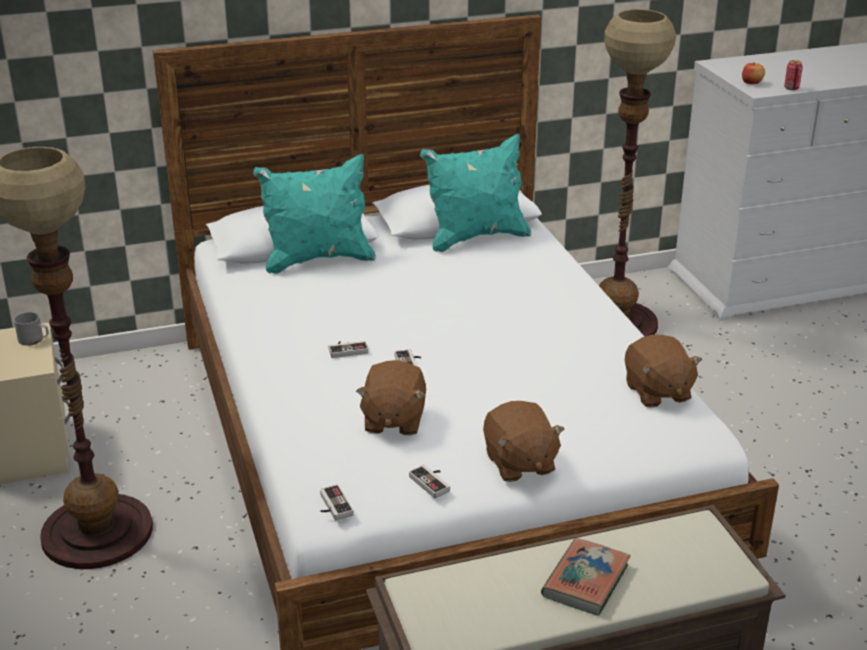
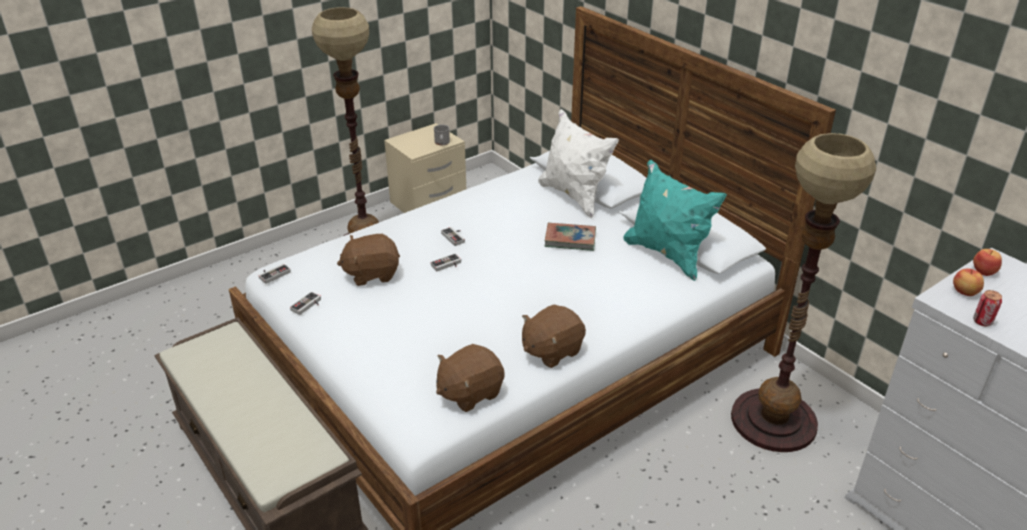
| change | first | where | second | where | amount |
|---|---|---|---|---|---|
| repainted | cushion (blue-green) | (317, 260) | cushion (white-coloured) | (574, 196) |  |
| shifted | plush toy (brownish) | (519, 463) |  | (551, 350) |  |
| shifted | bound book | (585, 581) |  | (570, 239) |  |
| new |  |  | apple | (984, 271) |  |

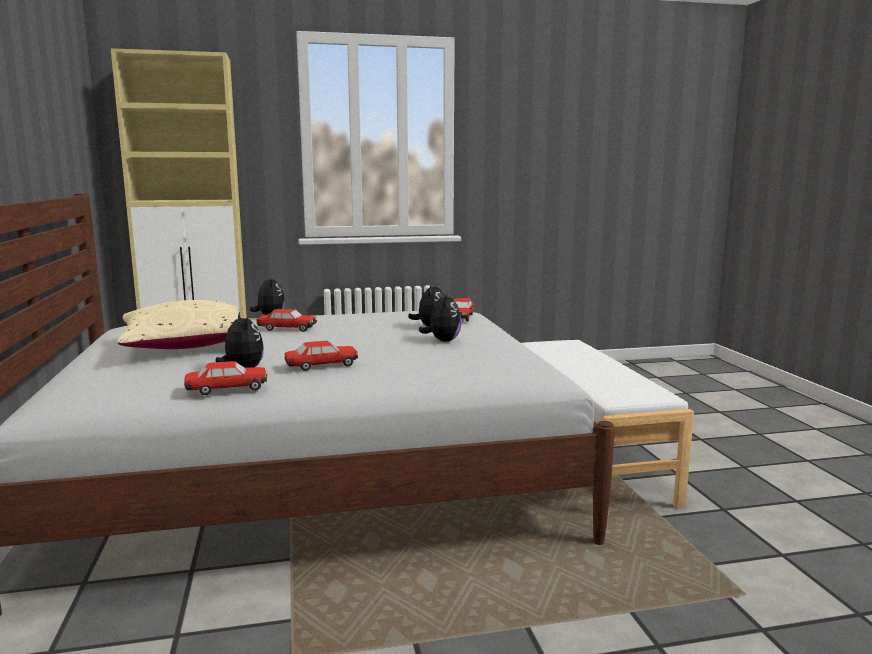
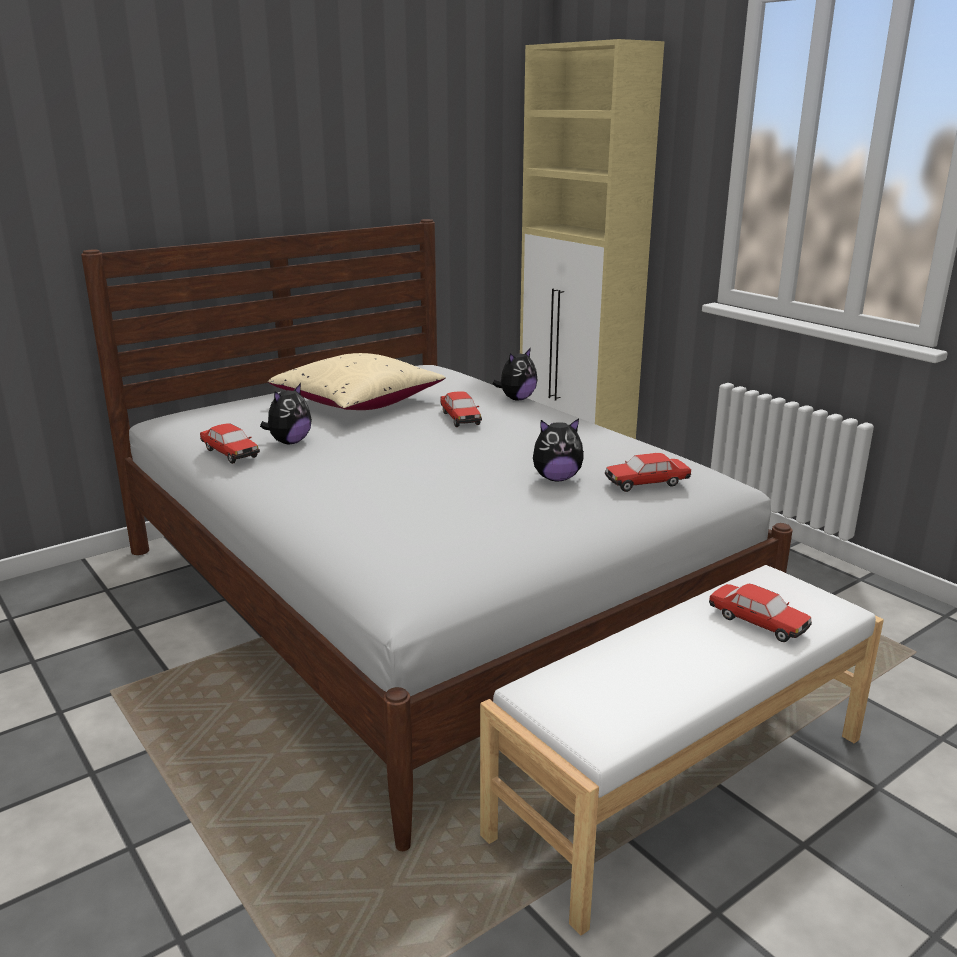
| change | first | where | second | where | amount |
|---|---|---|---|---|---|
| gone | plush toy | (443, 341) |  |  |  |
| shifted | miniature car | (321, 365) |  | (757, 622) |  |

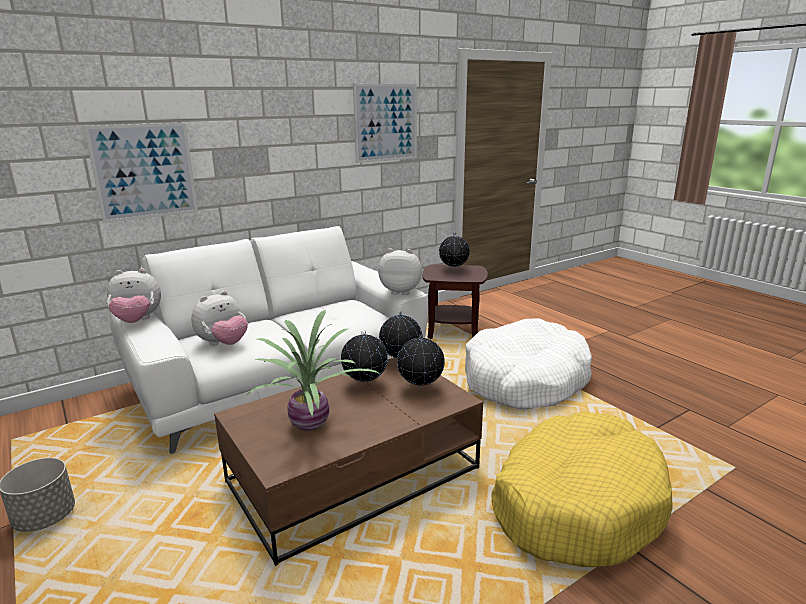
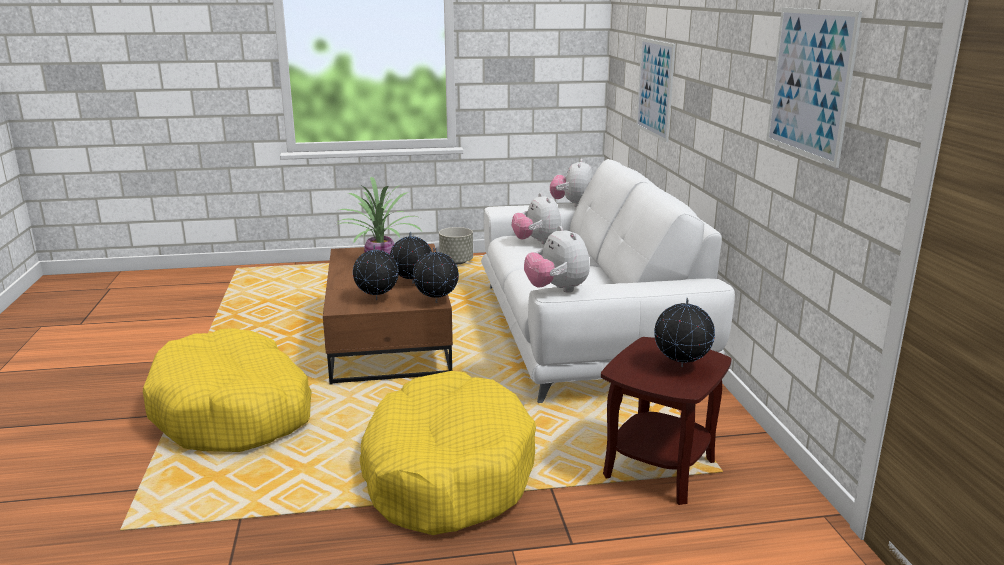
| change | first | where | second | where | amount |
|---|---|---|---|---|---|
| rotated | plush toy | (401, 291) |  | (557, 290) | 120 degrees clockwise |
| repainted | dog bed (white-coloured) | (525, 380) | dog bed (yellow-coloured) | (447, 472) |  |

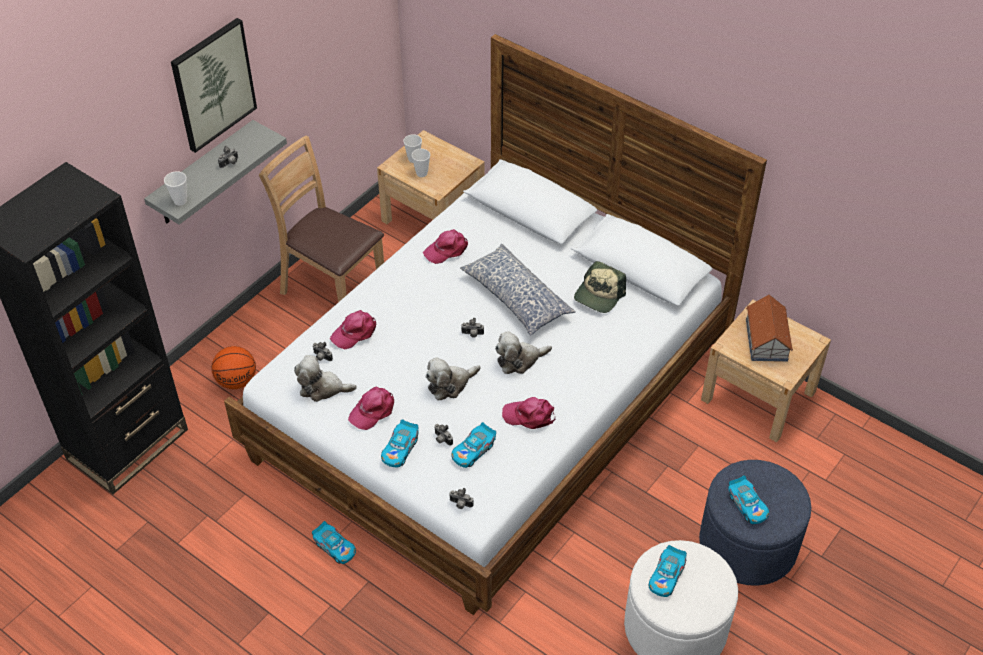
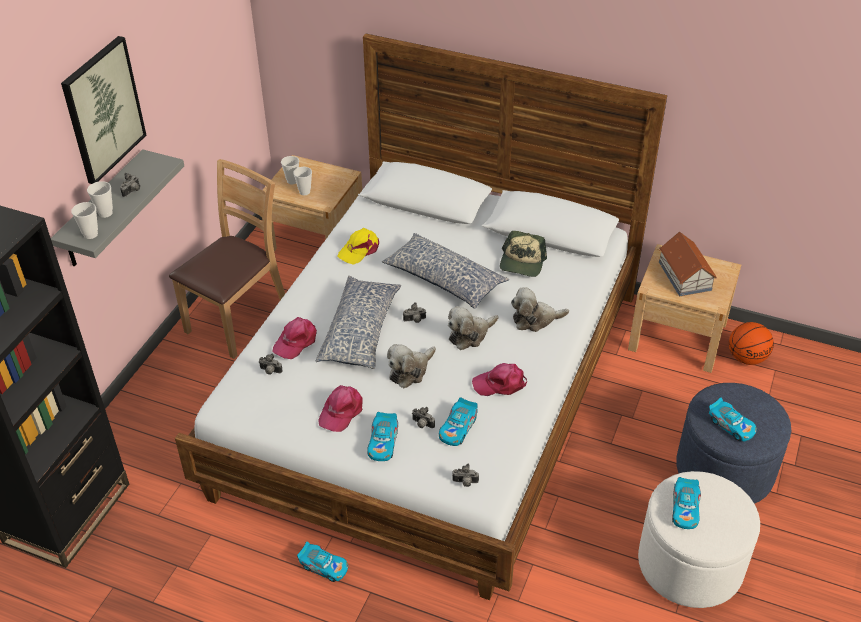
| change | first | where | second | where | amount |
|---|---|---|---|---|---|
| rotated | chair (brownish) | (332, 288) |  | (238, 320) | 105 degrees clockwise |
| repainted | peaked cap (pinkish) | (447, 250) | peaked cap (yellow-coloured) | (360, 250) |  |
| shifted | ball for basketball | (237, 381) |  | (747, 358) |  |
| shifted | plush toy | (322, 388) |  | (535, 319) |  |
| new |  |  | drinking cup | (105, 213) |  |
| new |  |  | cushion | (361, 331) |  |

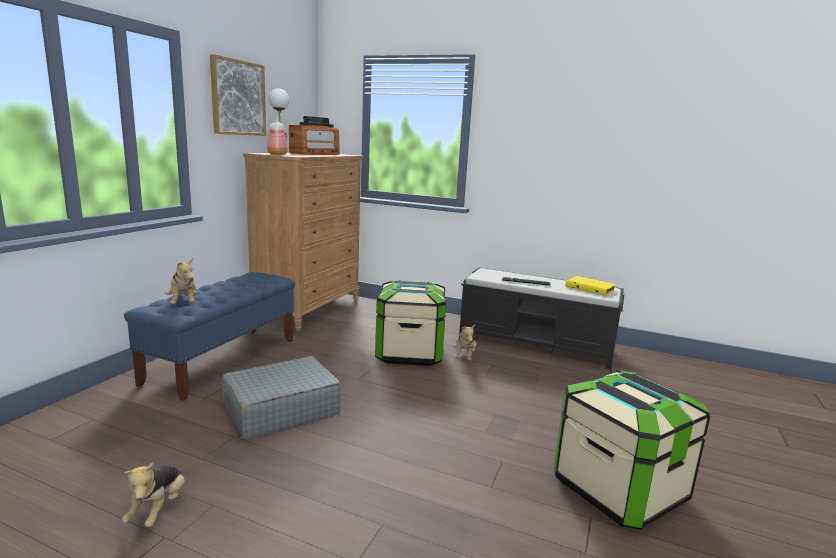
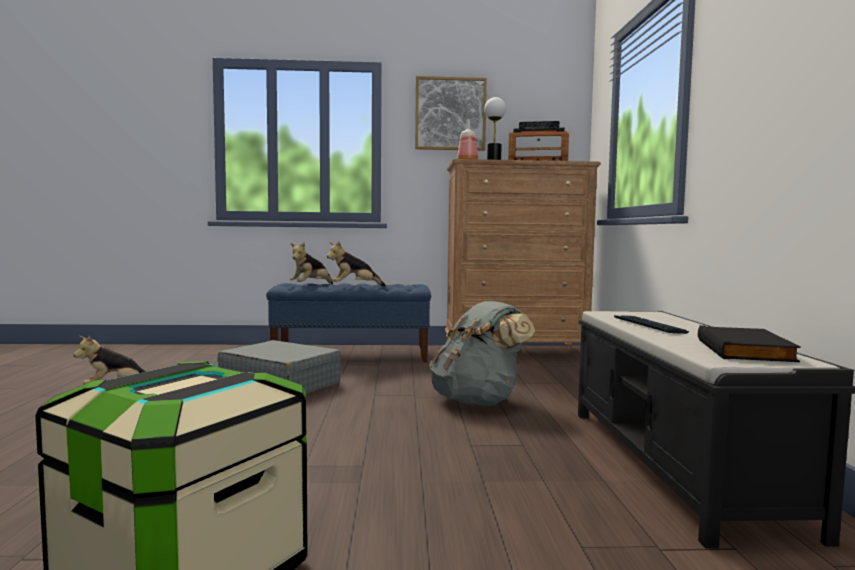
| change | first | where | second | where | amount |
|---|---|---|---|---|---|
| repainted | bound book (yellow-coloured) | (590, 288) | bound book (blackish) | (746, 350) |  |
| swapped | storage container | (409, 353) | knapsack (grey) | (478, 401) |  |
| shifted | plush toy | (464, 357) |  | (354, 287) |  |

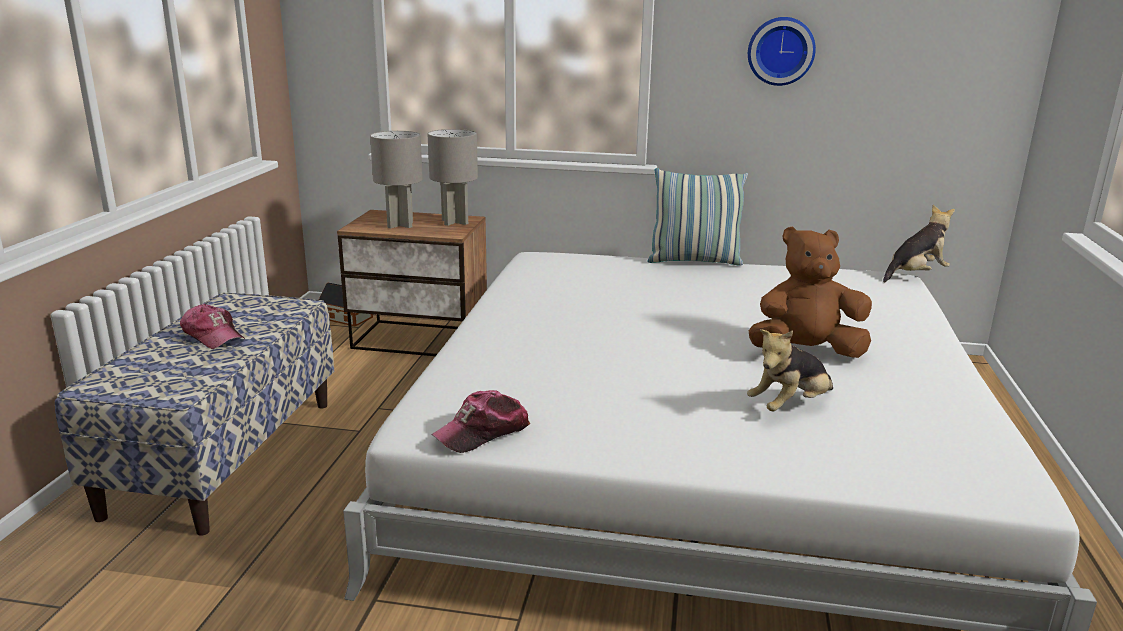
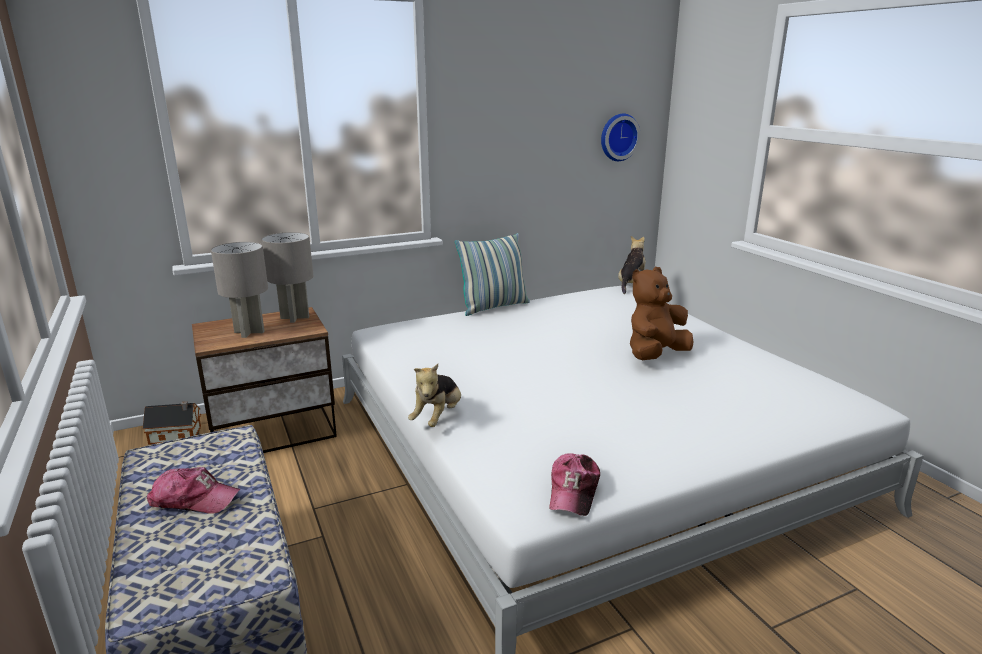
| change | first | where | second | where | amount |
|---|---|---|---|---|---|
| shifted | wall clock | (780, 51) |  | (618, 137) |  |
| shifted | plush toy | (790, 406) |  | (438, 417) |  |

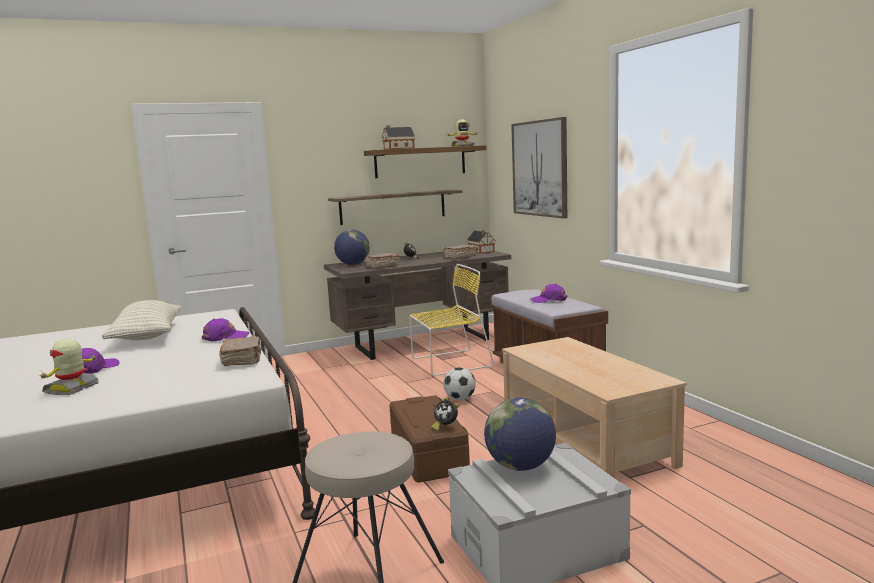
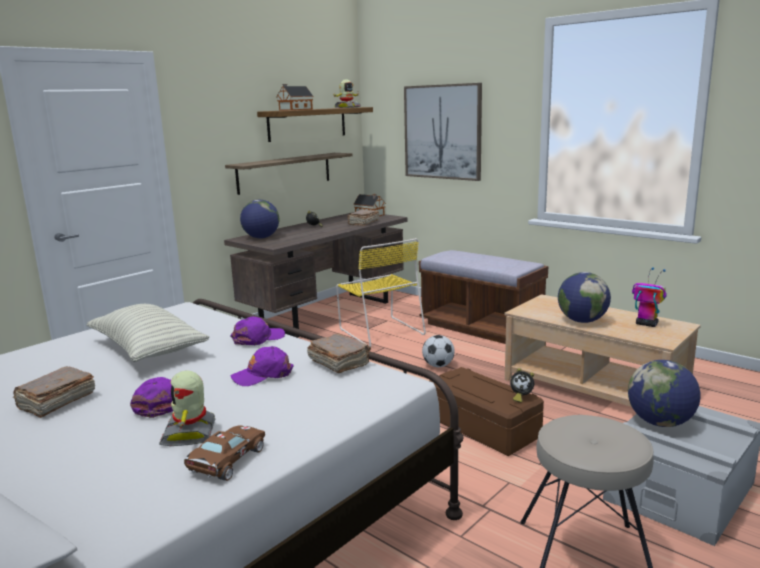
| change | first | where | second | where | amount |
|---|---|---|---|---|---|
| shifted | bound book (brownish) | (382, 266) |  | (56, 402) |  |
| rotated | chair (yellow-coloured) | (449, 363) |  | (380, 331) | 105 degrees clockwise |
| shifted | peaked cap (purple-coloured) | (549, 300) |  | (262, 375) |  |
| new |  |  | toy robot | (646, 324) |  |
| new |  |  | desk globe | (582, 321) |  |
| new |  |  | miniature car (brownish) | (226, 462) |  |

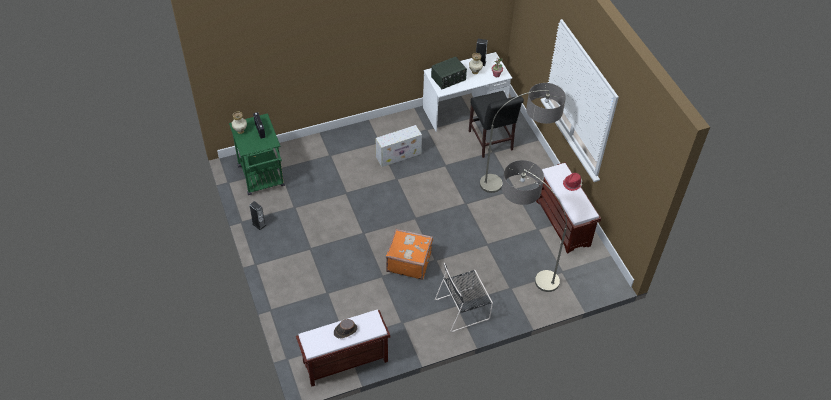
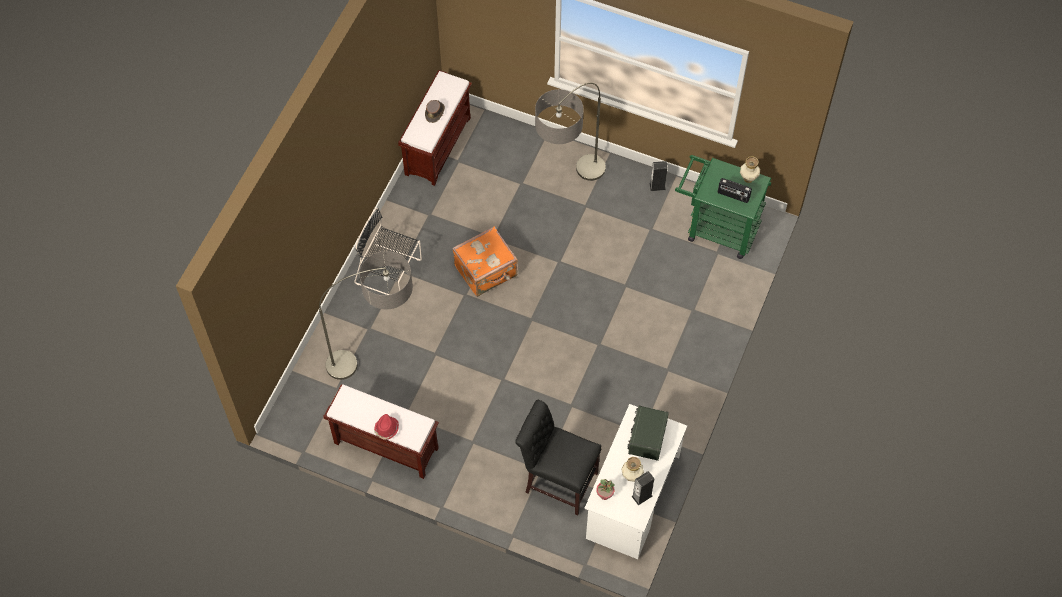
| change | first | where | second | where | amount |
|---|---|---|---|---|---|
| shifted | standard lamp | (518, 183) |  | (568, 191) |  |
| gone | storage container (white-coloured) | (399, 155) |  |  |  |
| rotated | chair (blackish) | (464, 308) |  | (390, 272) | 90 degrees counterclockwise |

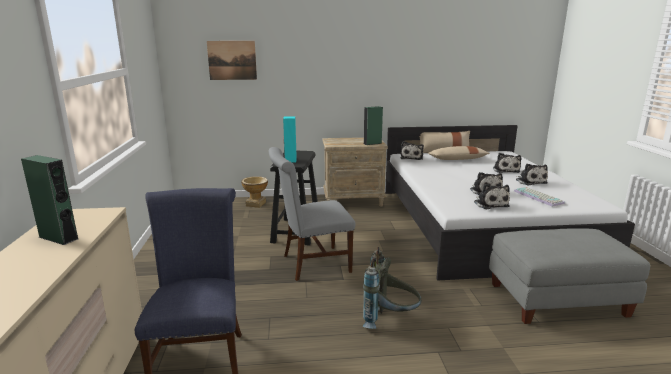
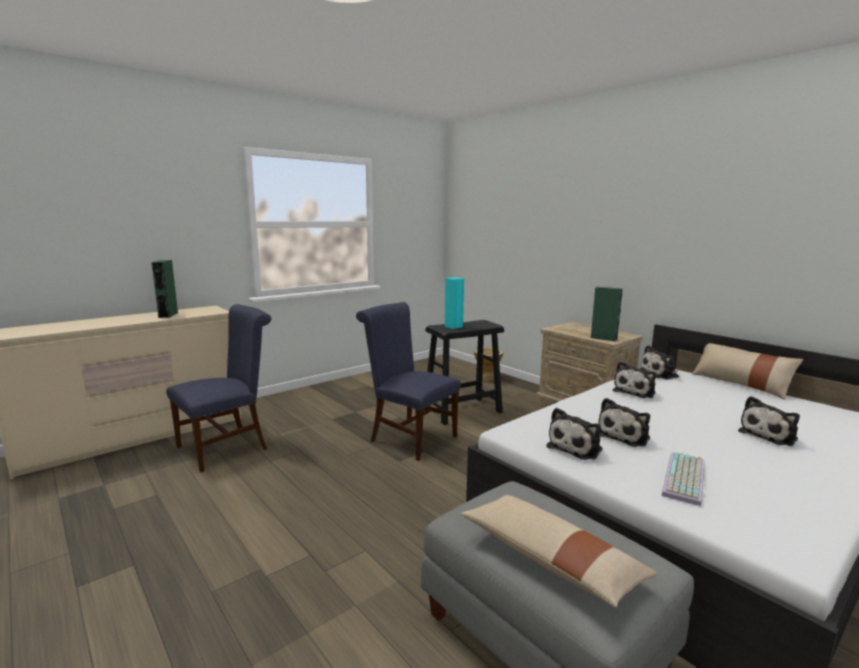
| change | first | where | second | where | amount |
|---|---|---|---|---|---|
| gone | wall art | (232, 60) |  |  |  |
| shifted | cushion (beige) | (457, 159) |  | (550, 560) |  |
| repainted | chair (grey) | (311, 264) | chair (blue) | (409, 437) |  |
| shifted | plush toy | (530, 181) |  | (635, 392) |  |
| gone | knapsack (grey) | (390, 320) |  |  |  |

